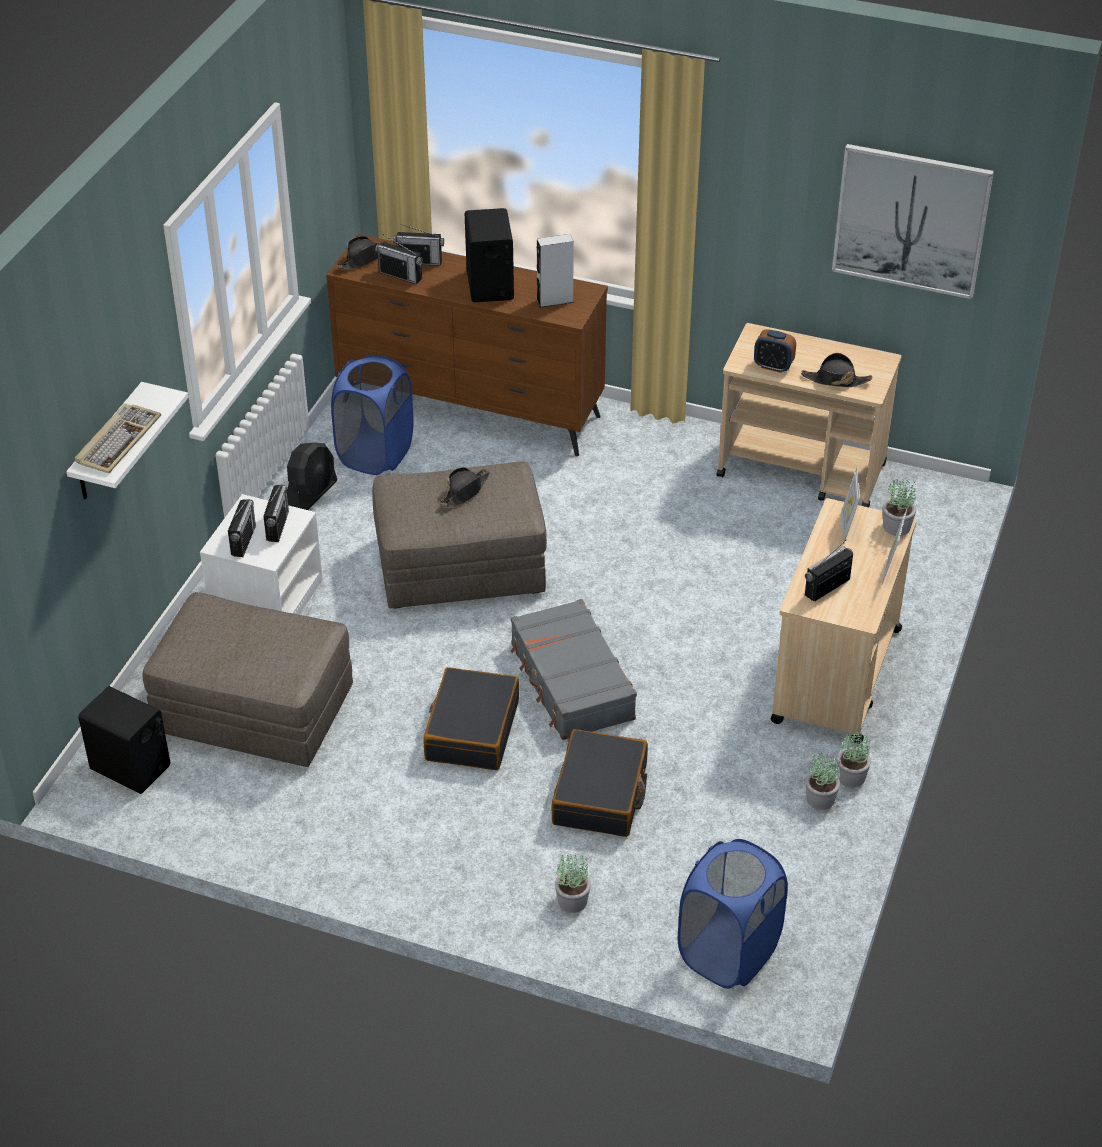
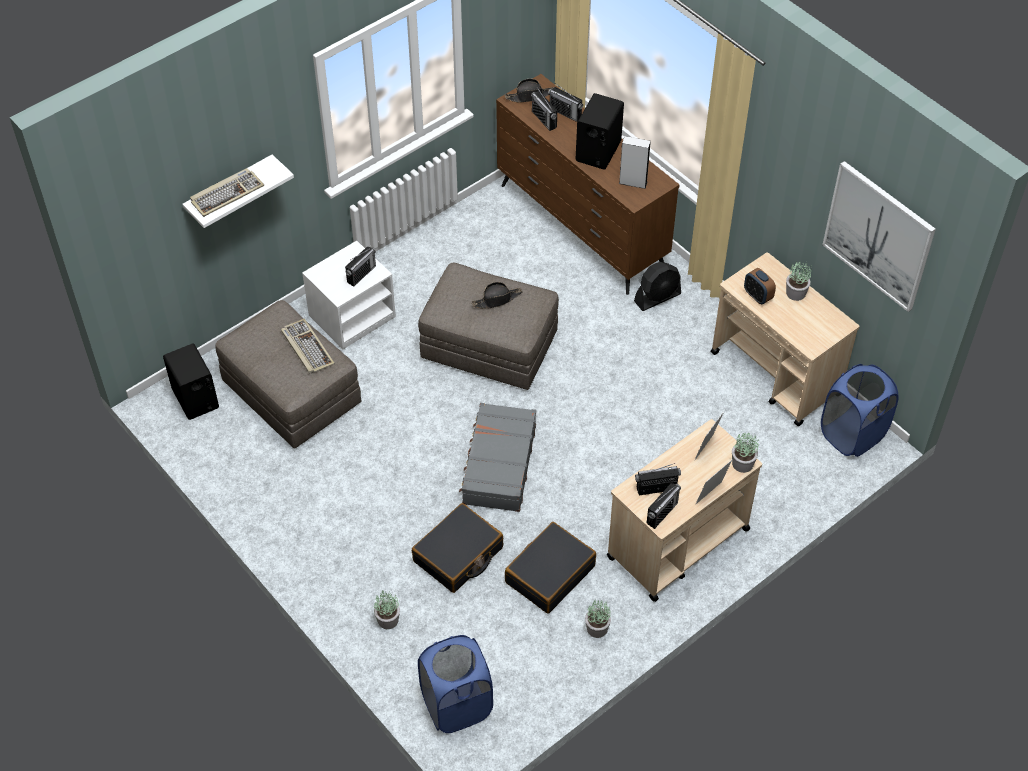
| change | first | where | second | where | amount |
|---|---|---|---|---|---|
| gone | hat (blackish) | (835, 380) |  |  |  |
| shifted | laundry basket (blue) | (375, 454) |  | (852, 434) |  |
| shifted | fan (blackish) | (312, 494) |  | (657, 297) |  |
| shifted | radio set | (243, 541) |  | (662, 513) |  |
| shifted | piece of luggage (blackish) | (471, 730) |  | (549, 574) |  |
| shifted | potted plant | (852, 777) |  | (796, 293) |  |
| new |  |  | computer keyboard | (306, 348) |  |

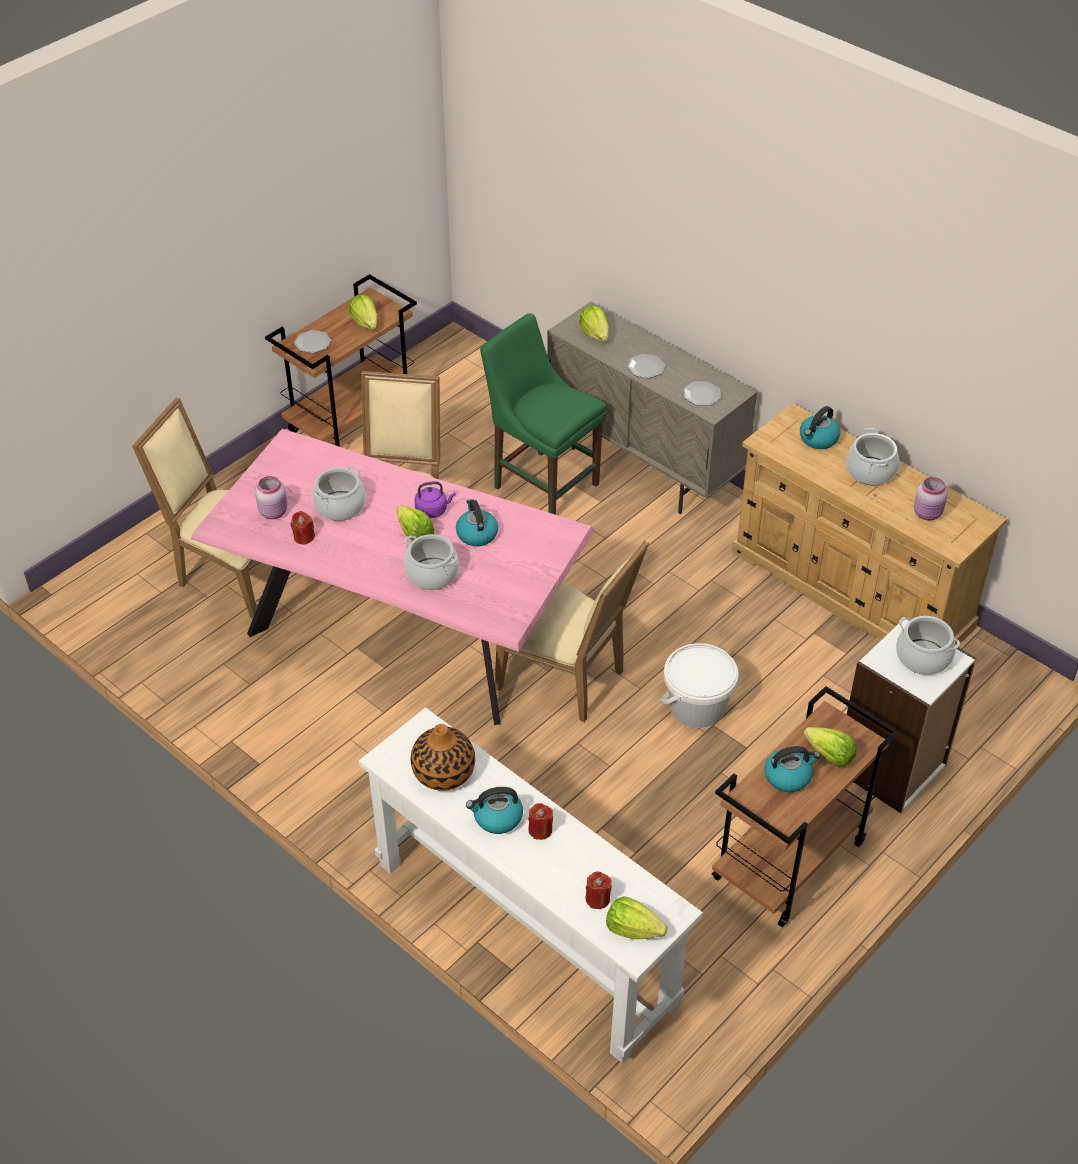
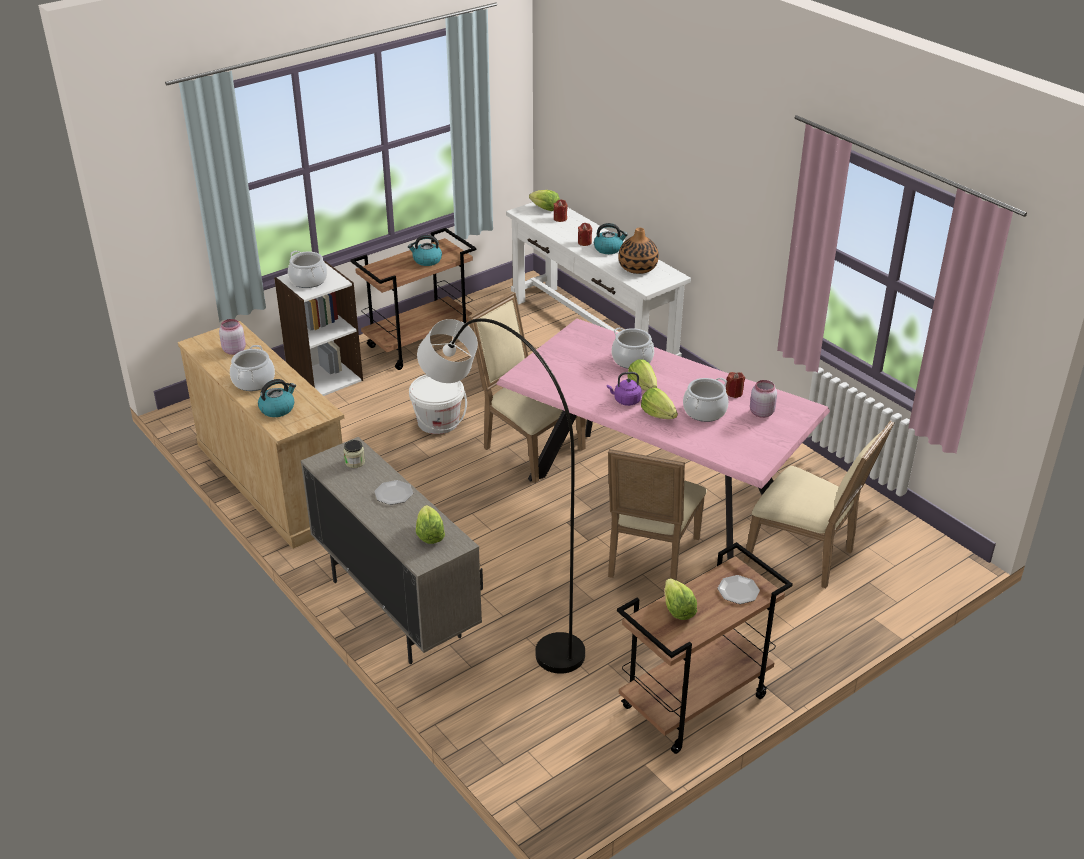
| change | first | where | second | where | amount |
|---|---|---|---|---|---|
| swapped | chair (green) | (542, 483) | standard lamp (grey) | (502, 604) |  |
| swapped | plate | (701, 395) | jar | (355, 462) |  |
| gone | water kettle | (476, 534) |  |  |  |
| shifted | head of lettuce | (829, 756) |  | (658, 414) |  |

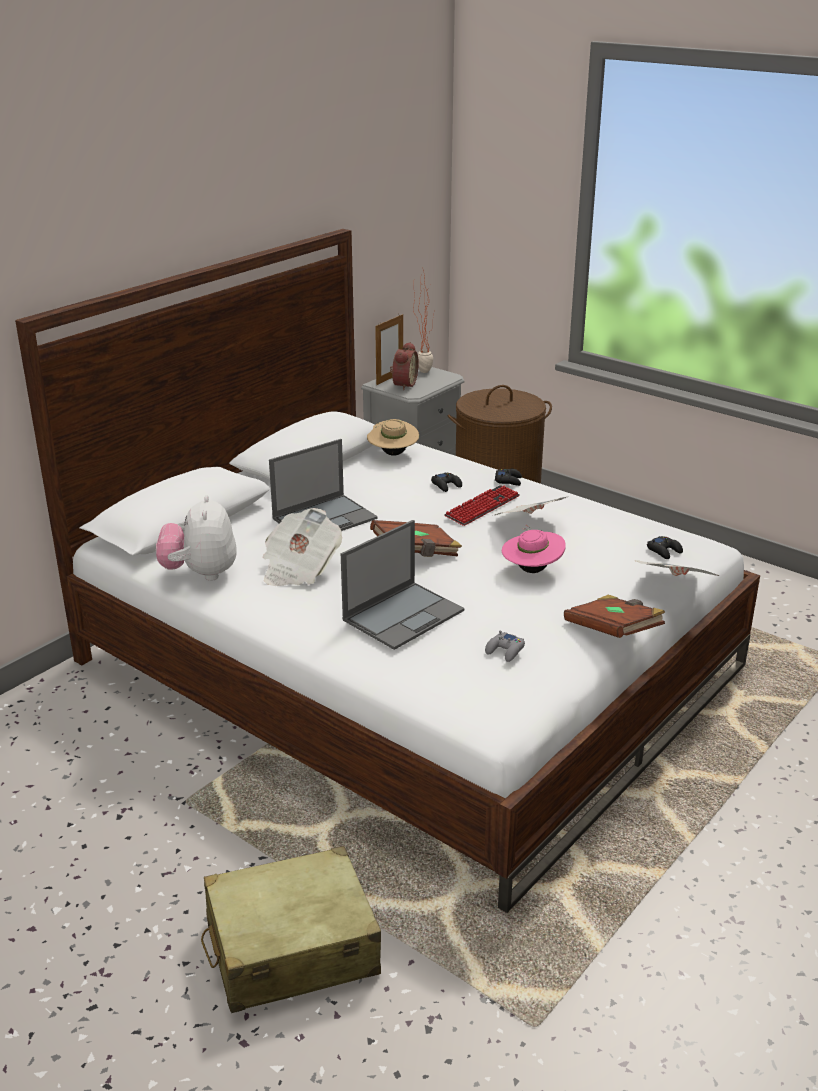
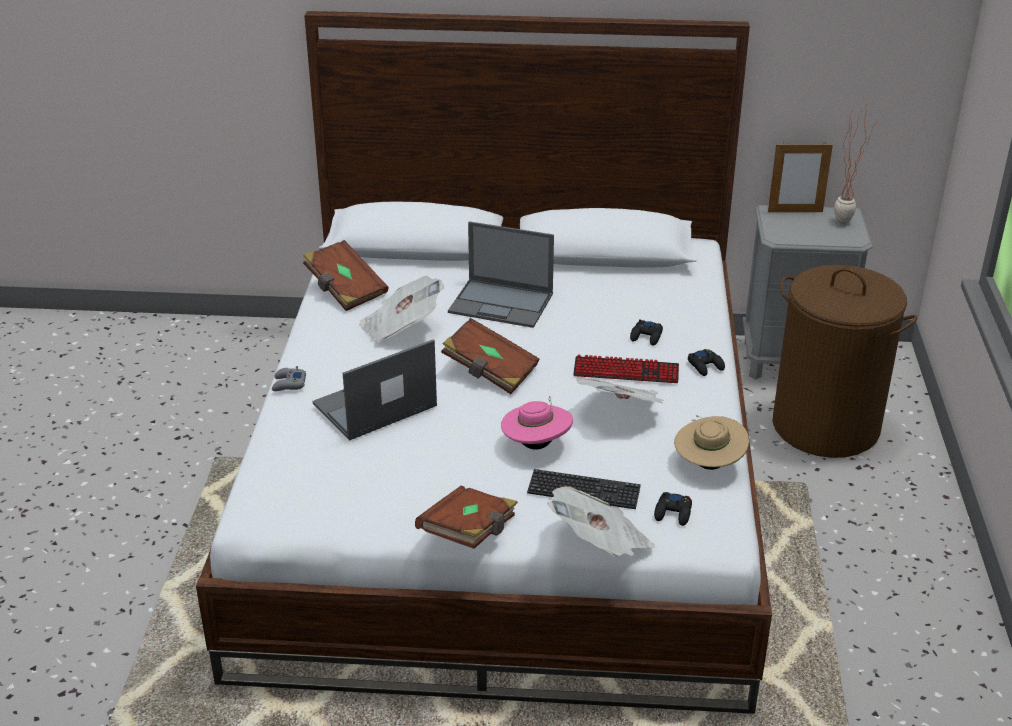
| change | first | where | second | where | amount |
|---|---|---|---|---|---|
| gone | table clock | (403, 384) |  |  |  |
| shifted | hat (beige) | (393, 454) |  | (708, 464) |  |
| swapped | plush toy | (200, 573) | bound book (brownish) | (345, 289) |  |
| rotated | portable computer | (404, 615) |  | (373, 406) | 135 degrees clockwise |
| shifted | joypad (grey) | (505, 651) |  | (288, 384) |  |
| gone | piece of luggage (beige) | (291, 948) |  |  |  |
| new |  |  | computer keyboard | (583, 491) |  |

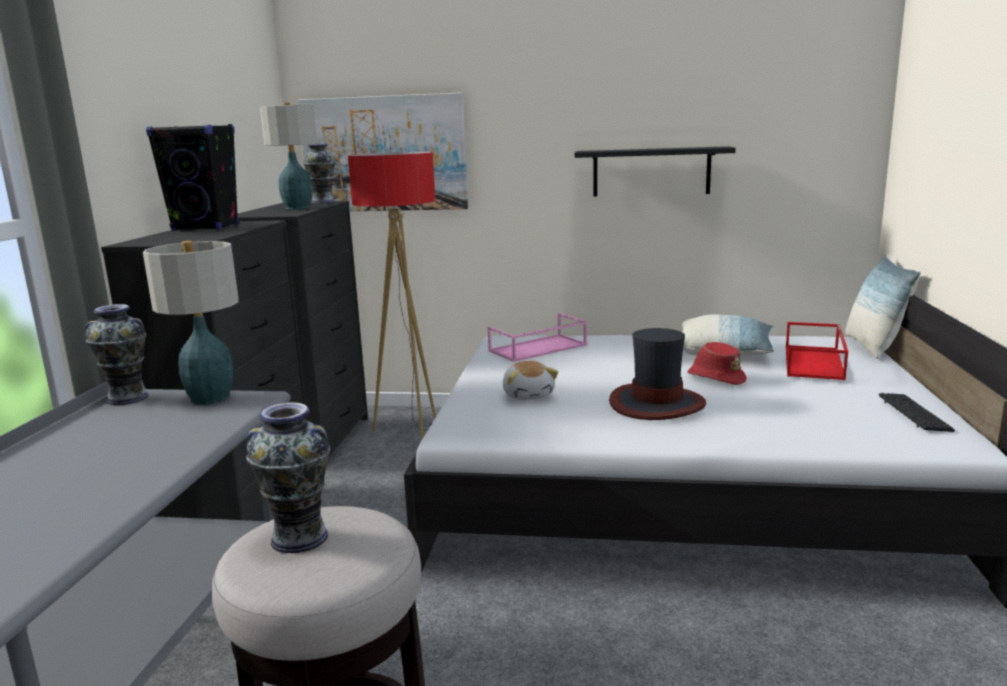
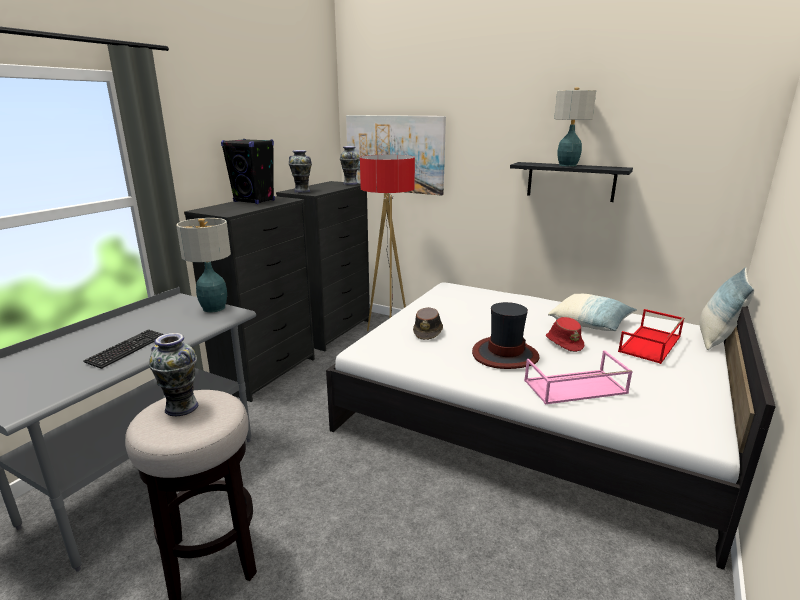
| change | first | where | second | where | amount |
|---|---|---|---|---|---|
| shifted | tabletop lamp | (297, 208) |  | (567, 165) |  |
| shifted | decorative vase | (127, 398) |  | (302, 191) |  |
| shifted | tray (pinkish) | (537, 348) |  | (574, 387) |  |
| swapped | plush toy | (528, 395) | hat (brownish) | (428, 332) |  |
| shifted | computer keyboard | (914, 414) |  | (127, 349) |  |

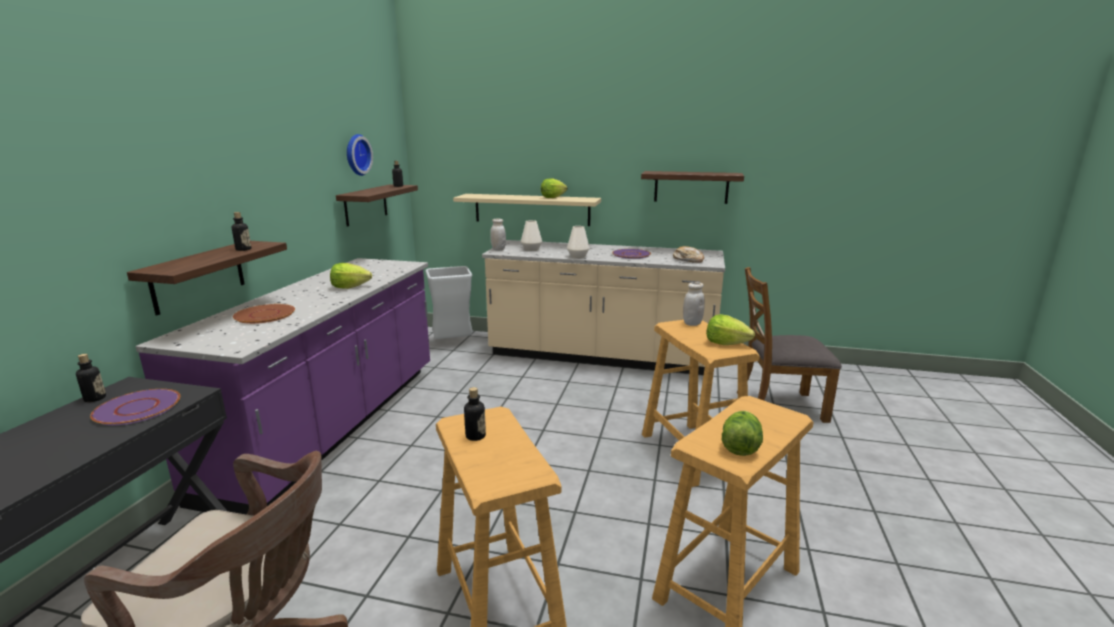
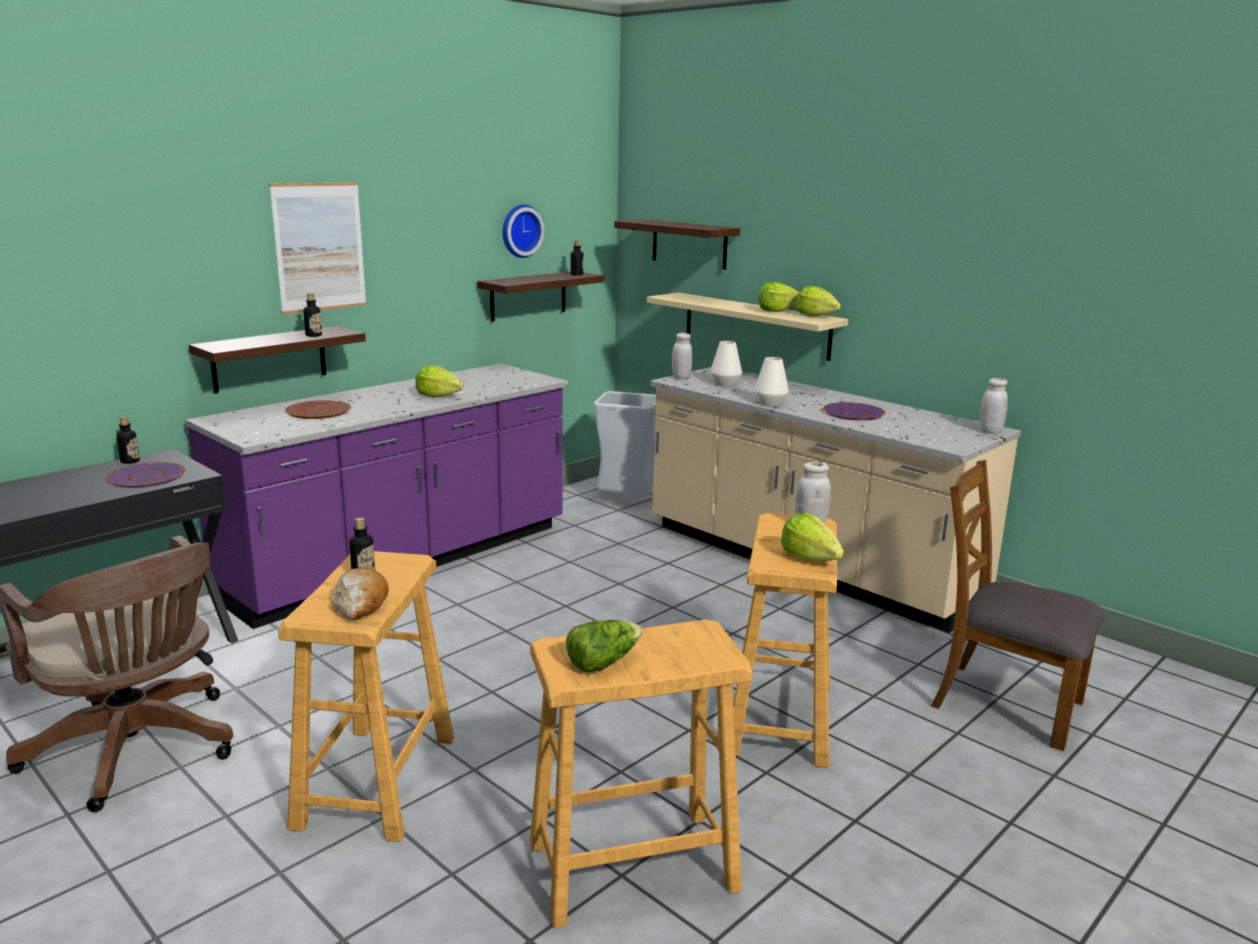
| change | first | where | second | where | amount |
|---|---|---|---|---|---|
| shifted | wall shelf | (691, 187) |  | (689, 244) |  |
| shifted | baked bread | (688, 260) |  | (361, 603) |  |
| new |  |  | wall art | (319, 247) |  |
| new |  |  | head of lettuce | (815, 316) |  |
| new |  |  | jar (white-coloured) | (990, 431) |  |

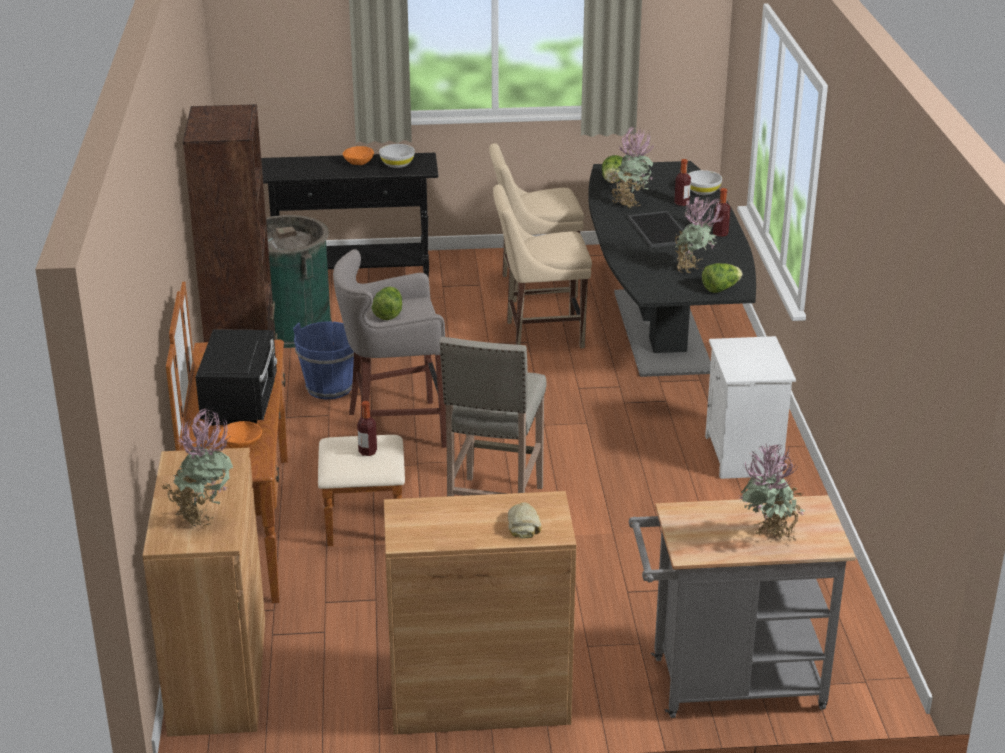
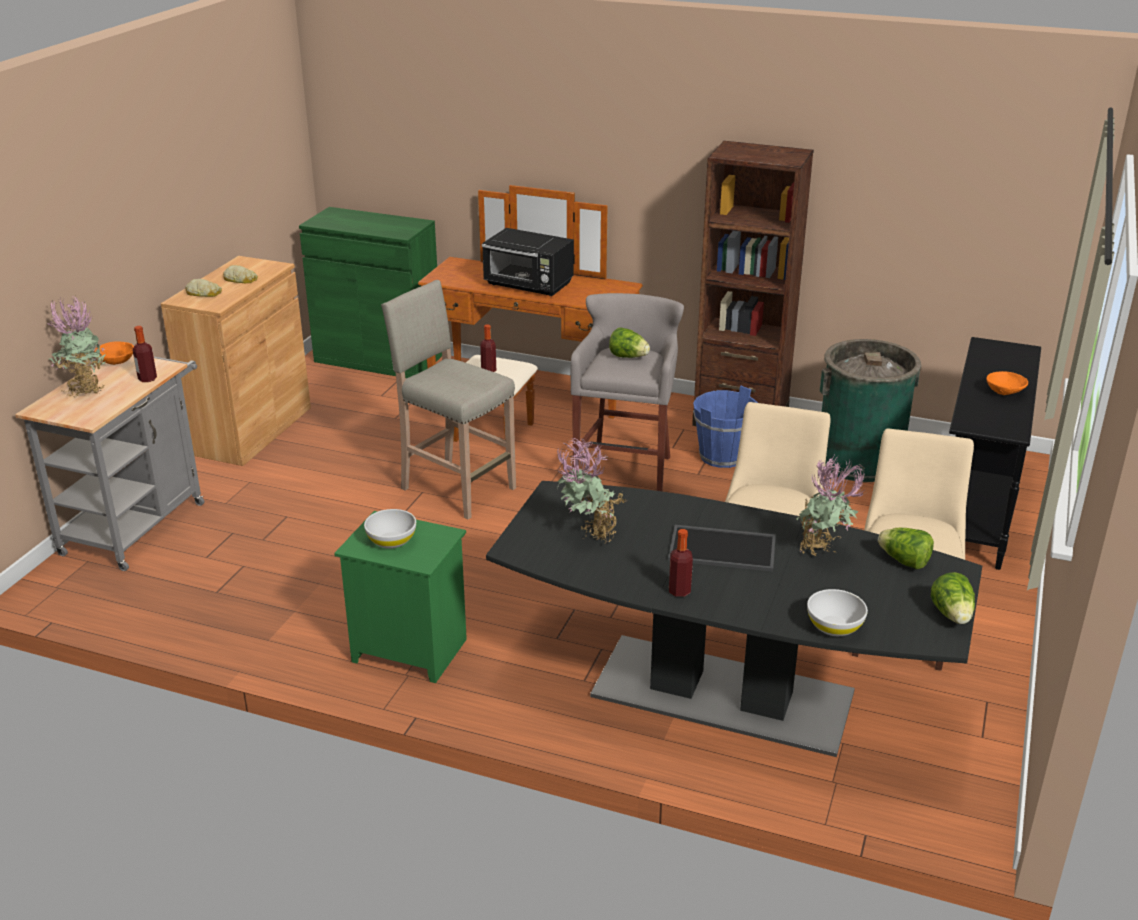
| change | first | where | second | where | amount |
|---|---|---|---|---|---|
| shifted | bowl (white-coloured) | (397, 164) |  | (392, 541) |  |
| shifted | beverage bottle | (681, 203) |  | (147, 379) |  |
| shifted | head of lettuce | (720, 289) |  | (952, 615) |  |
| repainted | nightstand (white-coloured) | (744, 456) | nightstand (green) | (407, 651) |  |
| gone | potted plant | (203, 515) |  |  |  |
| shifted | bowl (orangey) | (242, 445) |  | (115, 362) |  |
| repainted | cupboard (brownish) | (218, 675) | cupboard (green) | (378, 359) |  |
| new |  |  | baked bread | (240, 279) |  |

